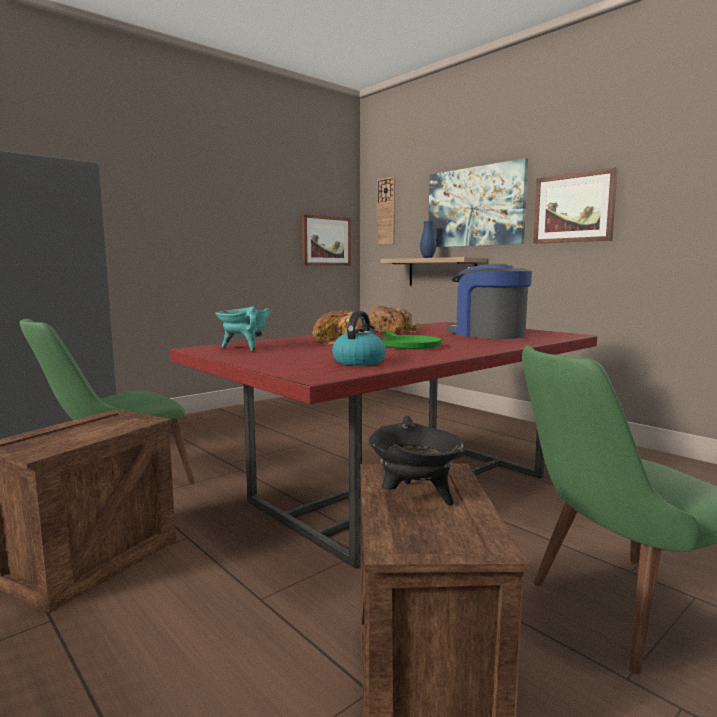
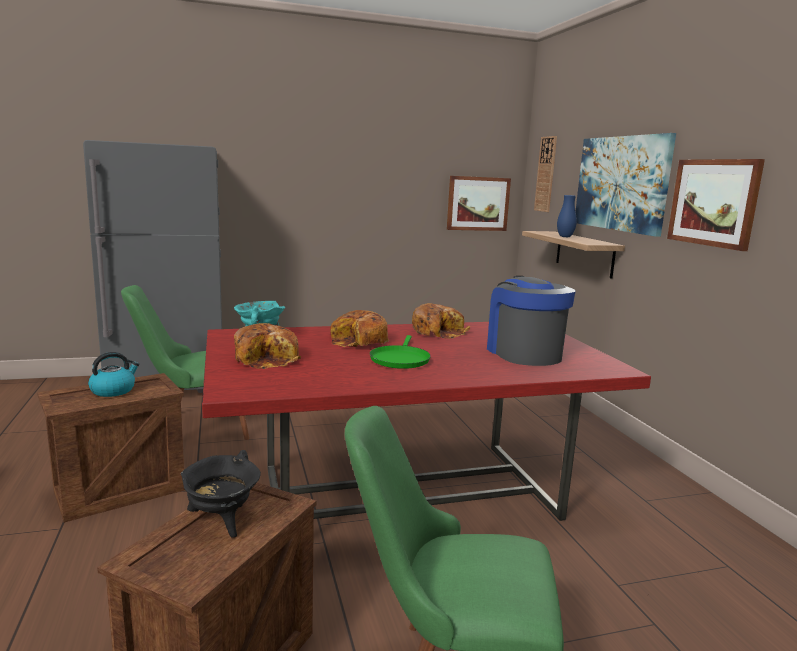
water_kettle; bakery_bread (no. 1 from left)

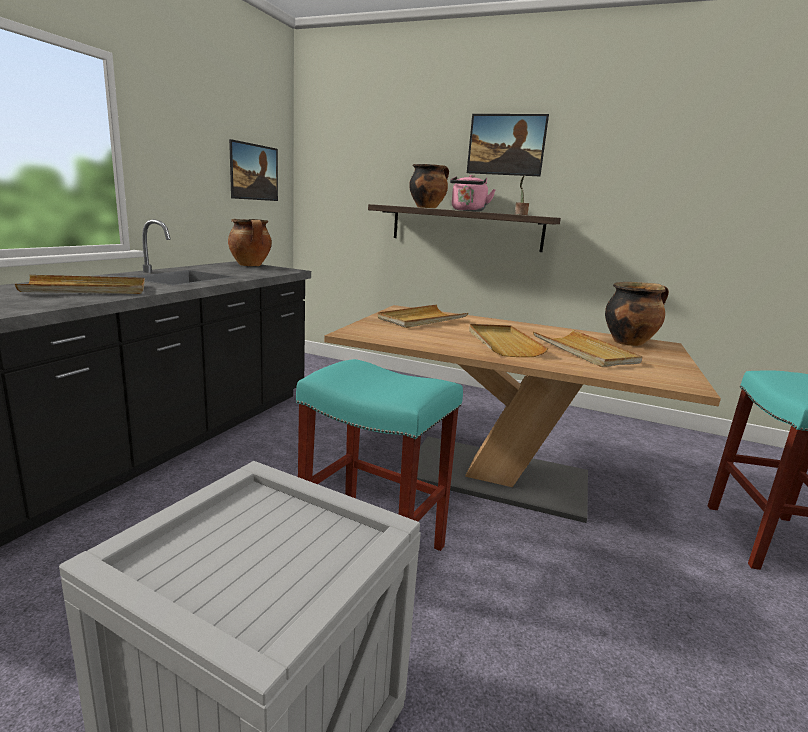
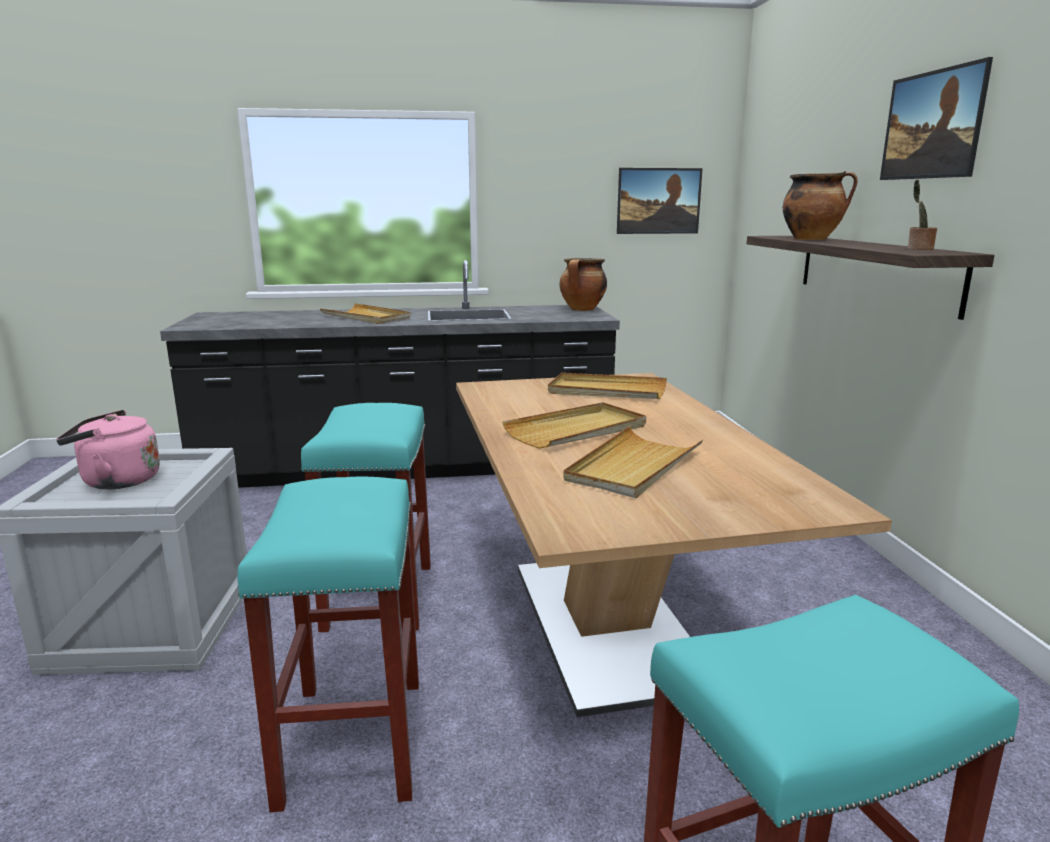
pink_water_kettle; stockpot (no. 3 from left in the first image); blue-green_stool (no. 1 from left)

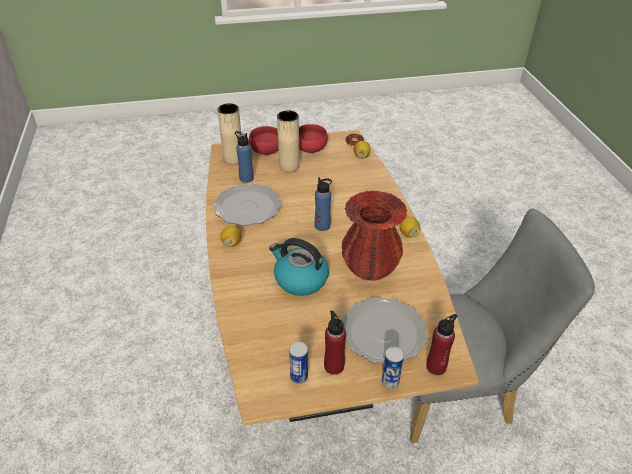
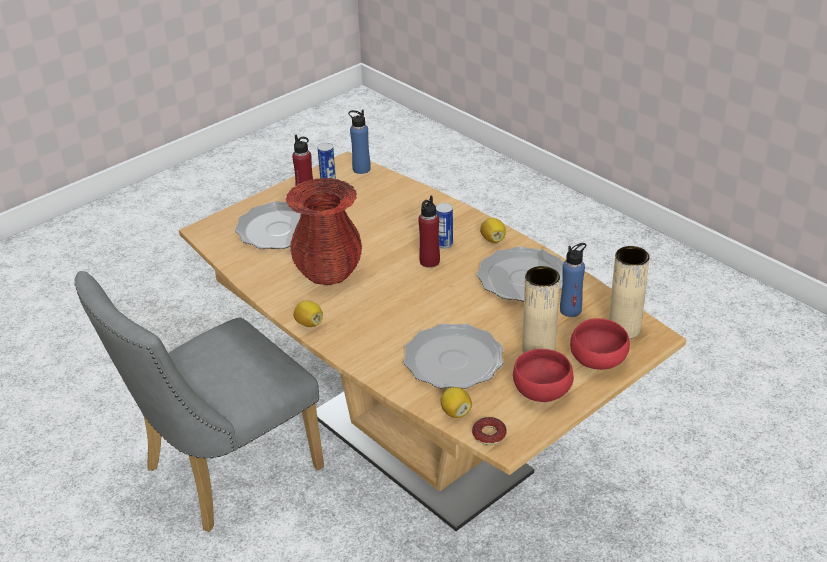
bluish_drink_bottle (no. 1 from left); water_kettle; red-coloured_drink_bottle (no. 2 from left); sealed_can (no. 2 from left); dinner_plate (no. 2 from left)

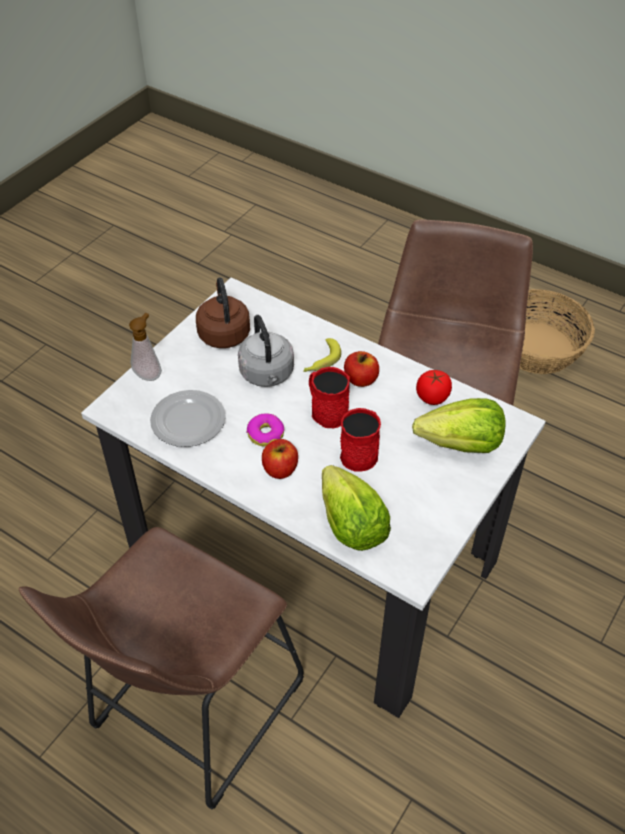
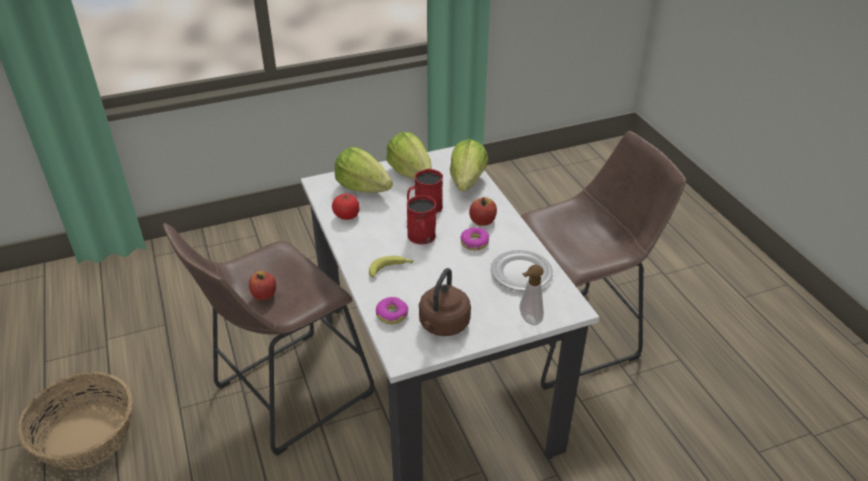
grey_water_kettle; apple (no. 1 from left); lettuce (no. 2 from left); doughnut (no. 1 from left)

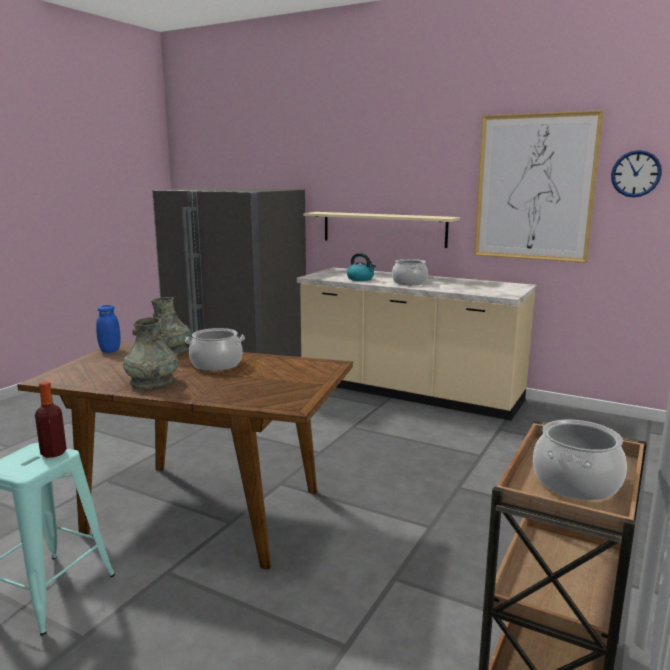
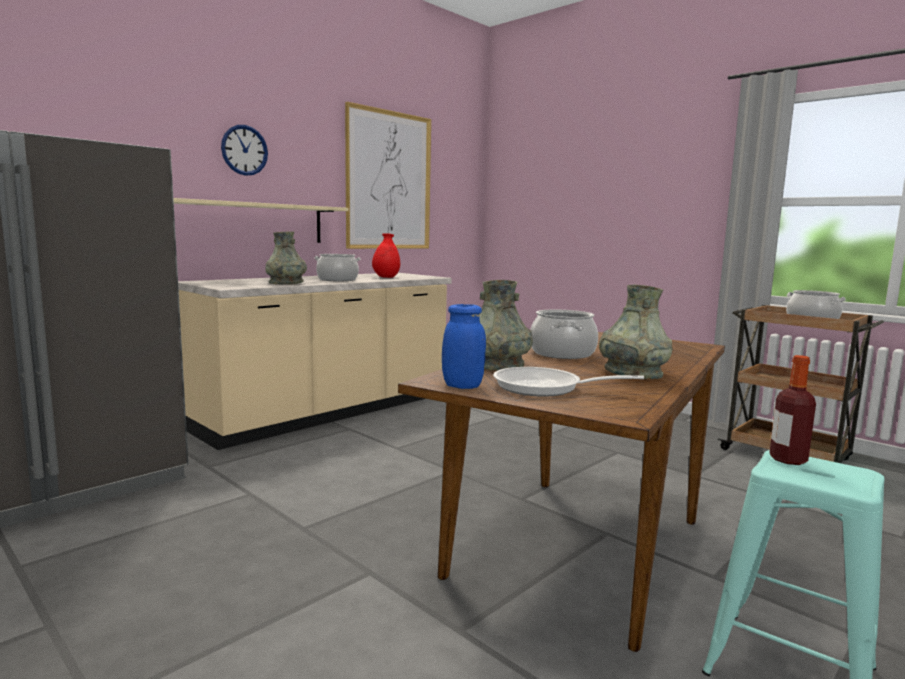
clock_on_the_wall; grey_flower_vase (no. 1 from left); red-coloured_flower_vase; frying_pan

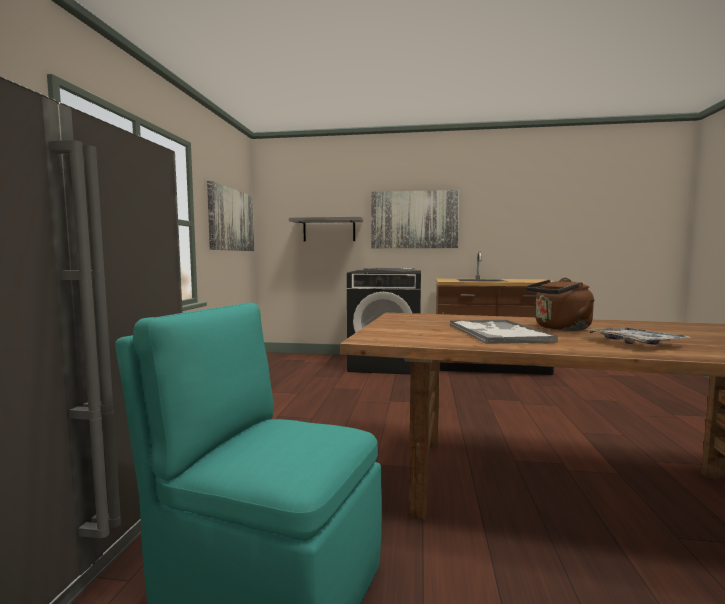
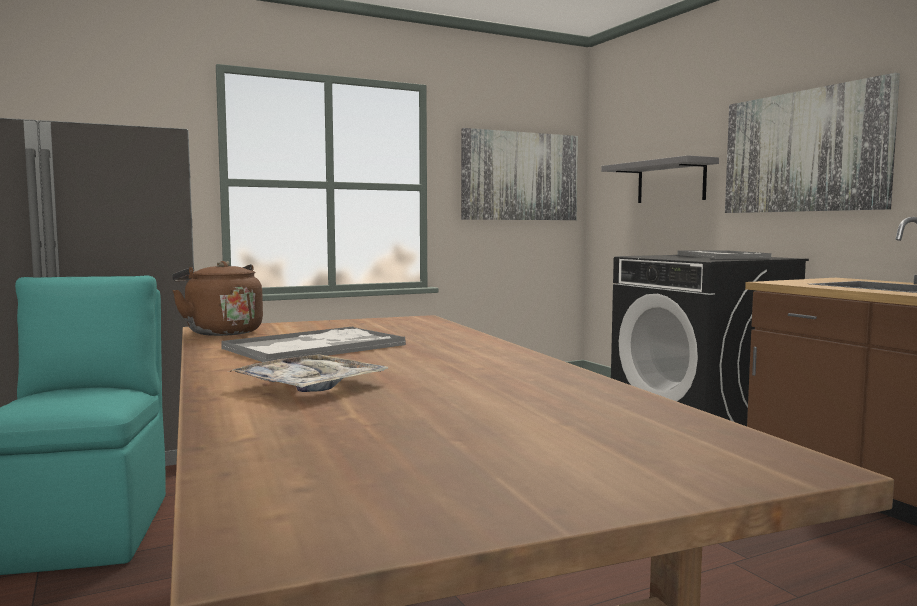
brown-coloured_water_kettle

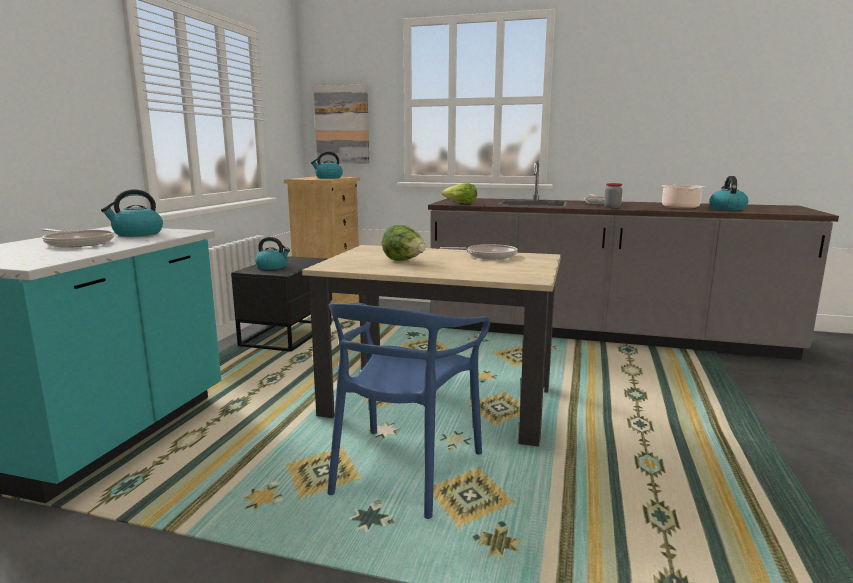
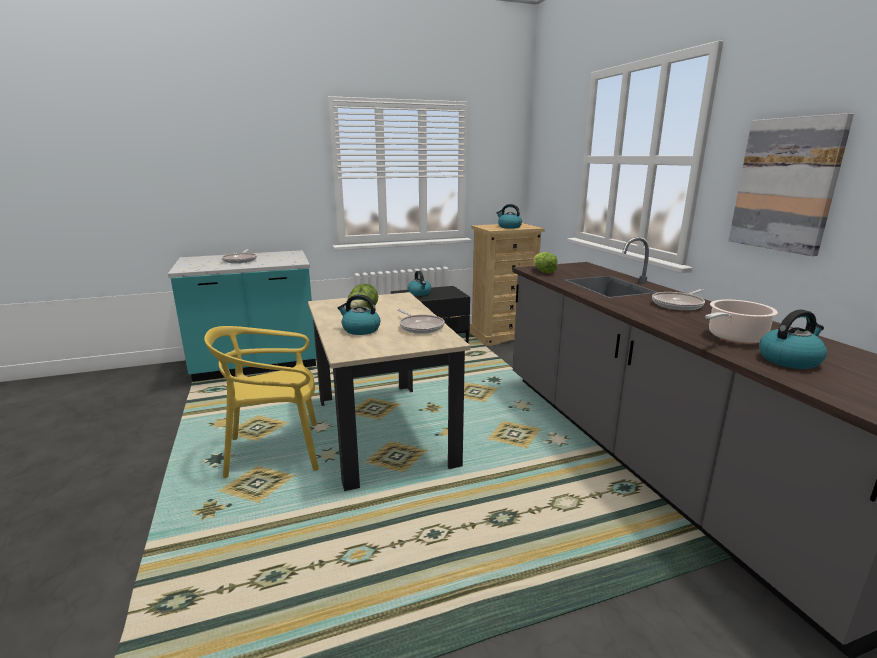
picture; storage_jar; water_kettle (no. 1 from left); yellowish_upright_chair

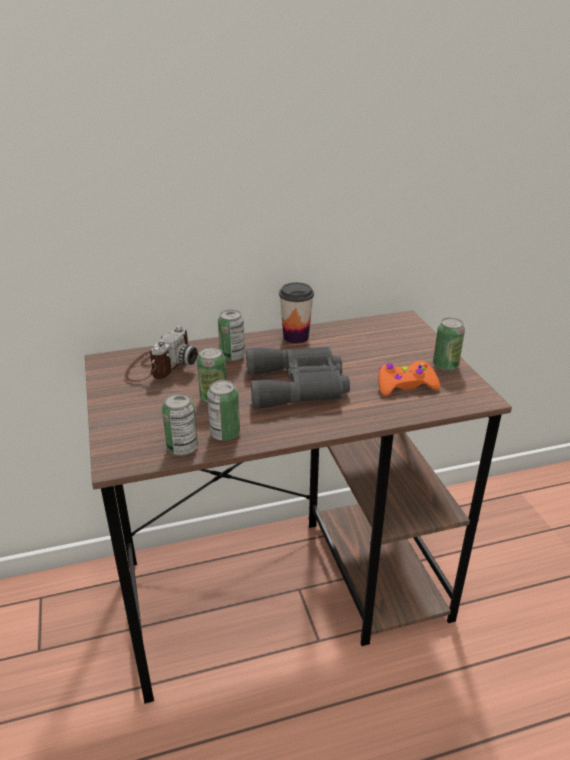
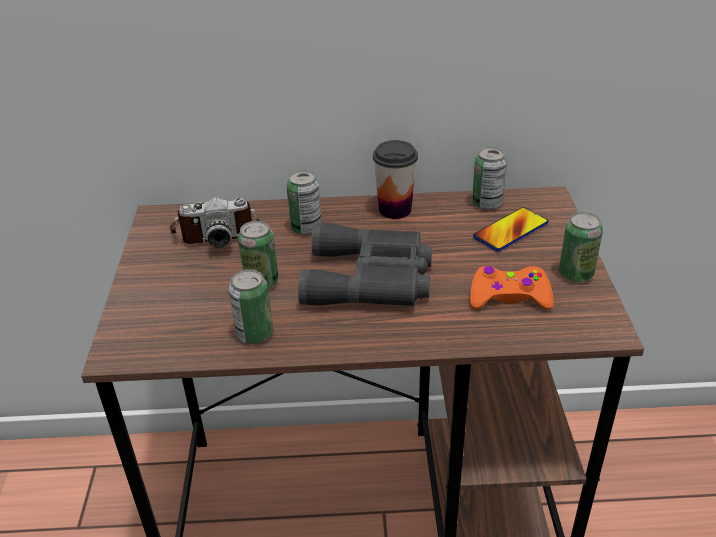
photo_camera; sealed_can (no. 4 from left); handset

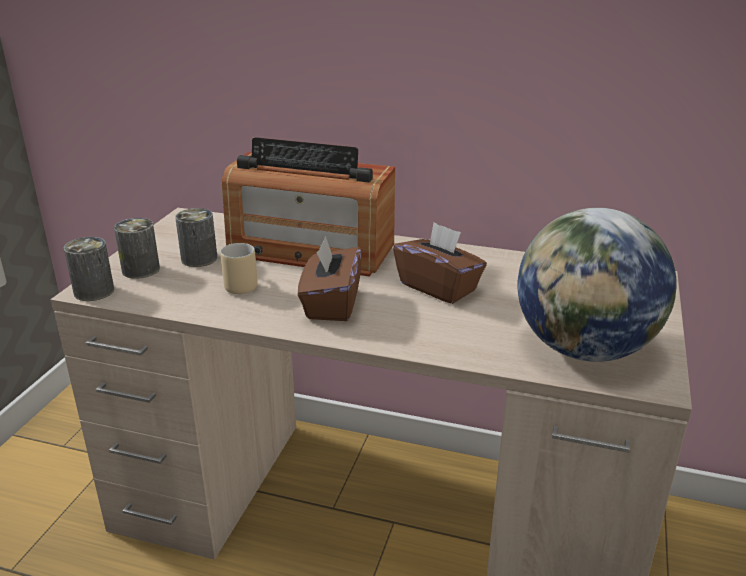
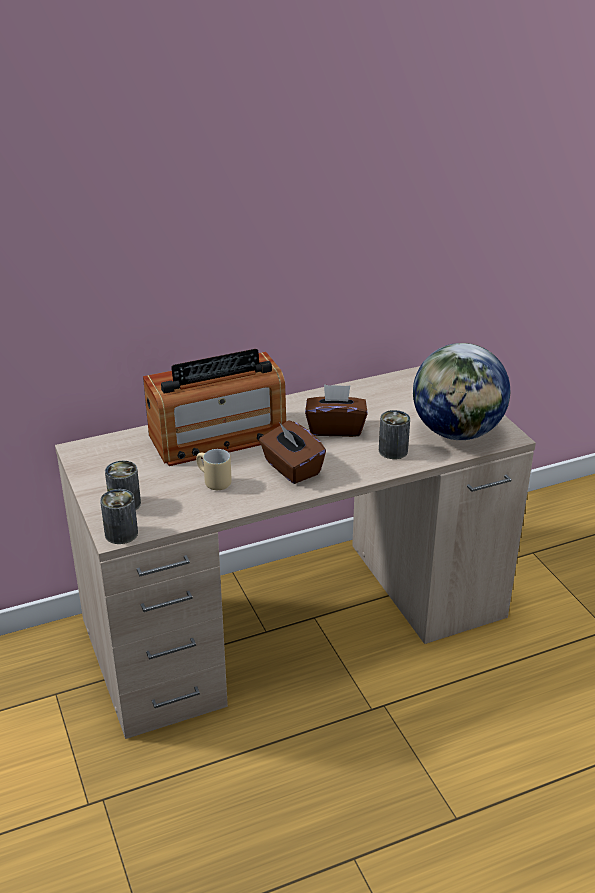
sealed_can (no. 3 from left)

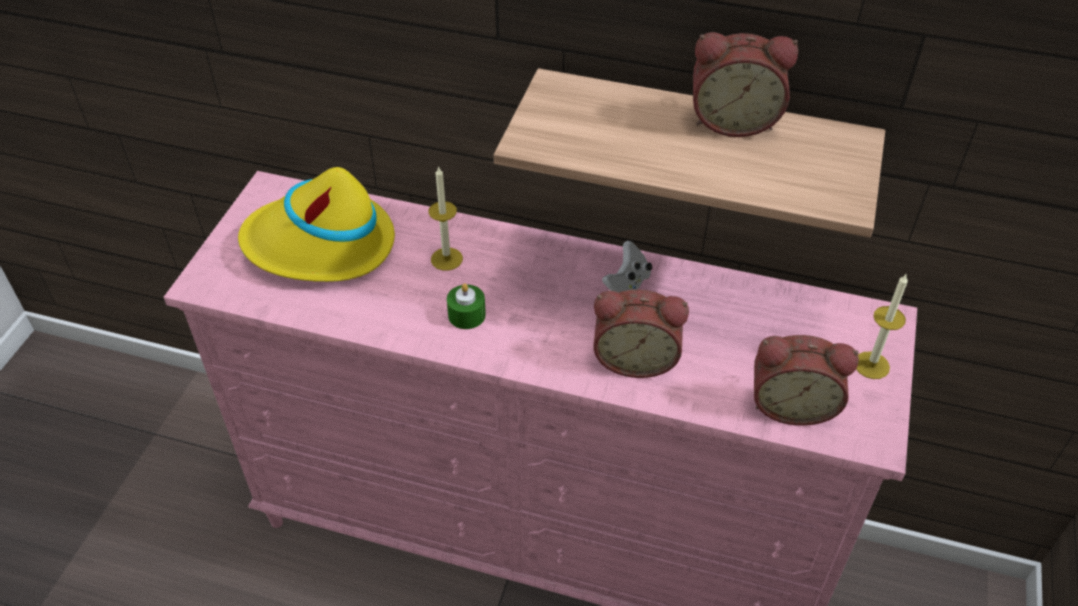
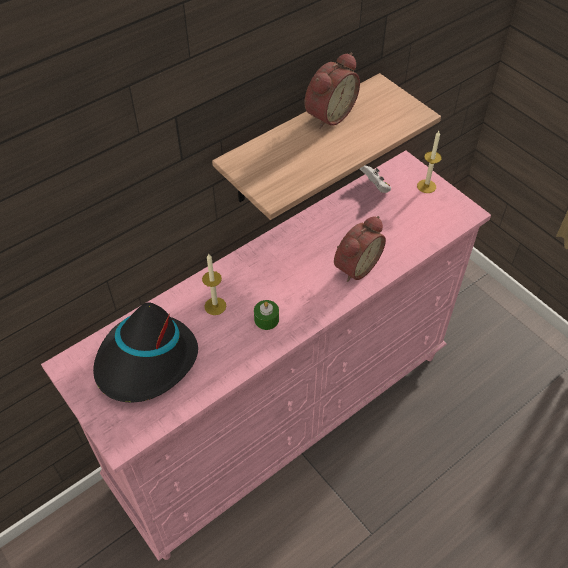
black-coloured_wearable_hat; white-coloured_gamepad; table_clock (no. 3 from left in the first image)

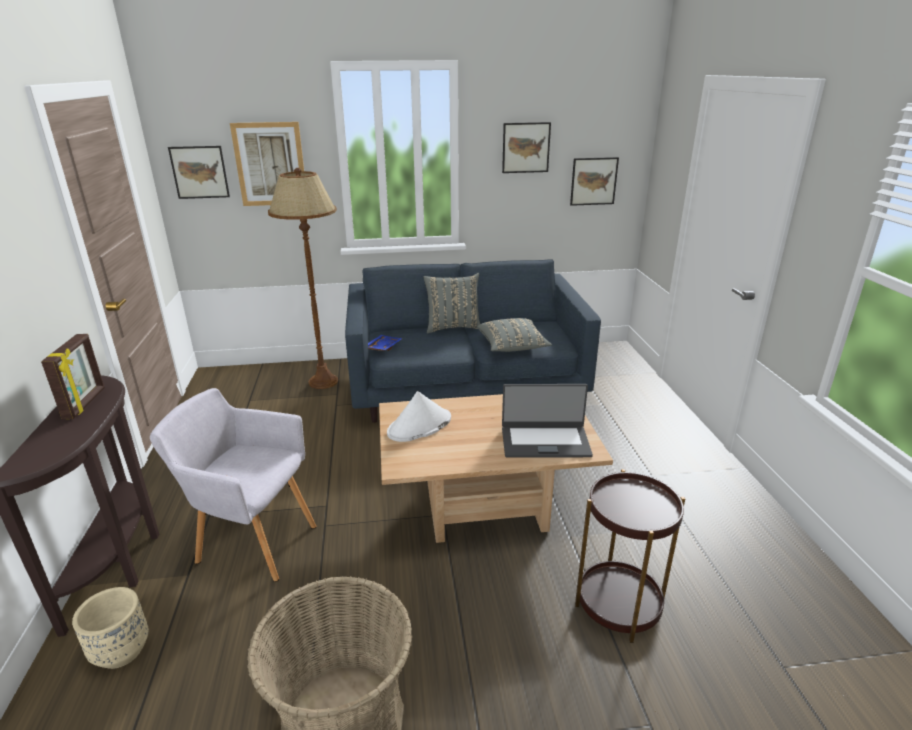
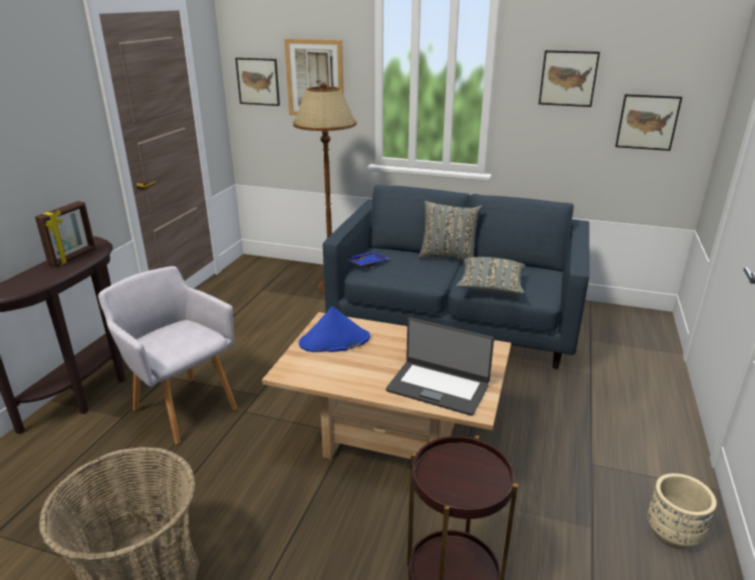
bluish_wearable_hat; beige-coloured_planter

